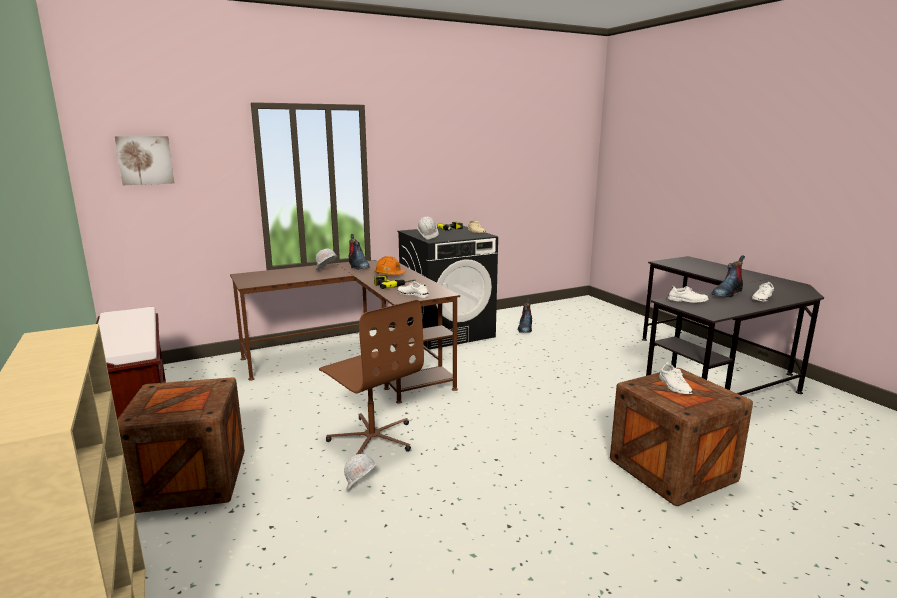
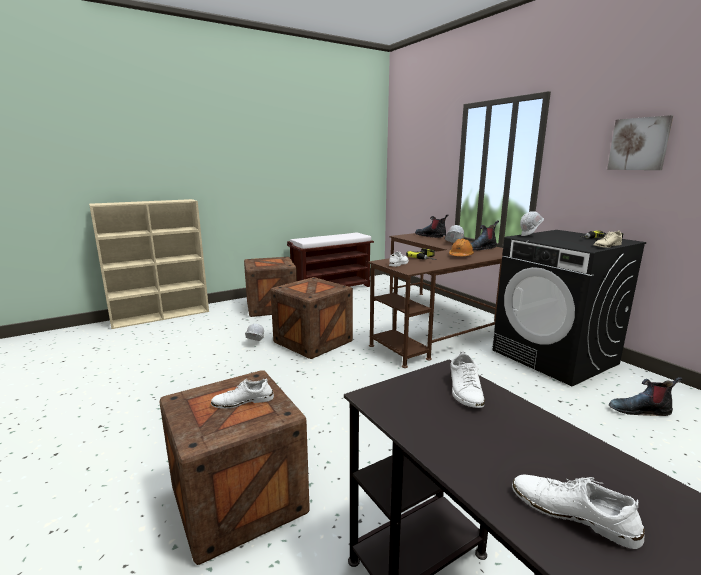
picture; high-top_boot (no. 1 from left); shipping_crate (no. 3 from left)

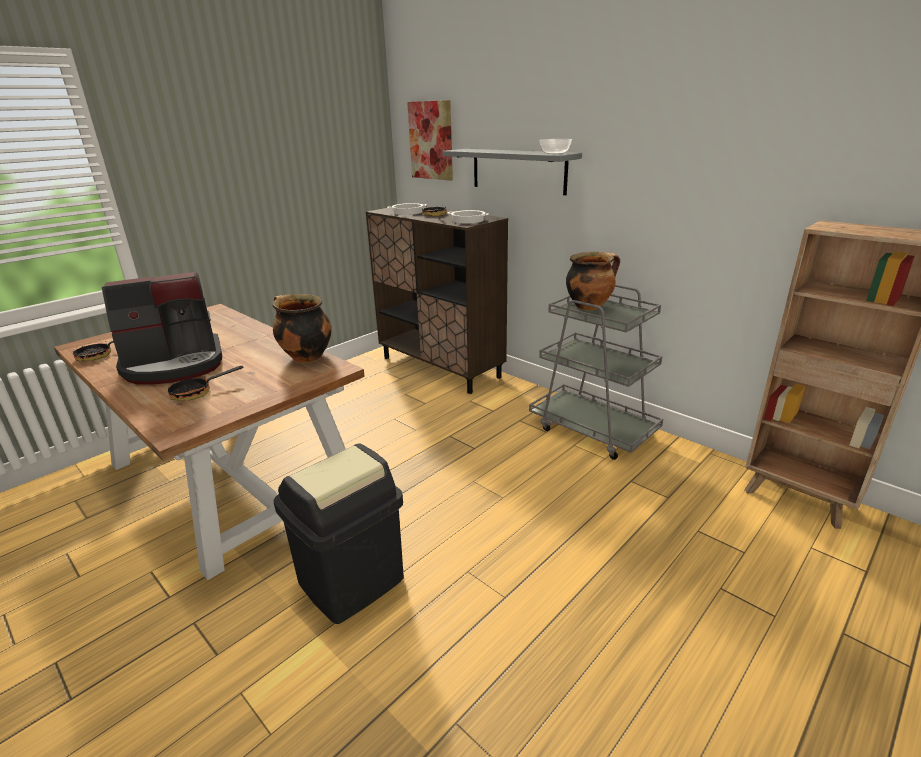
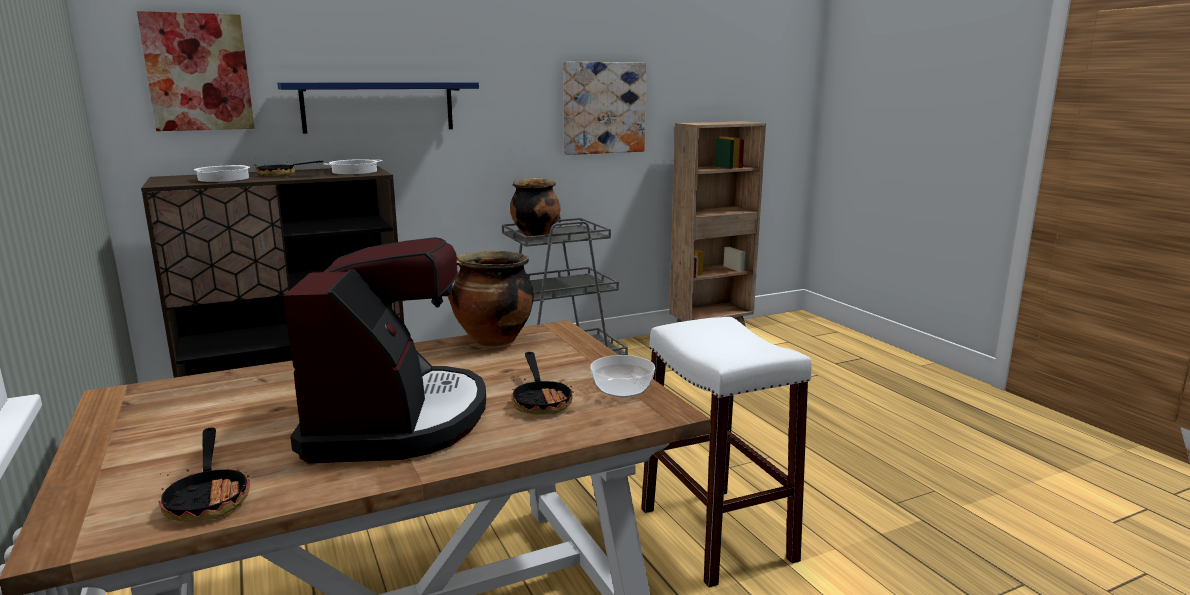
deep_dish; bluish_shelf; white-coloured_stool; picture (no. 2 from left)

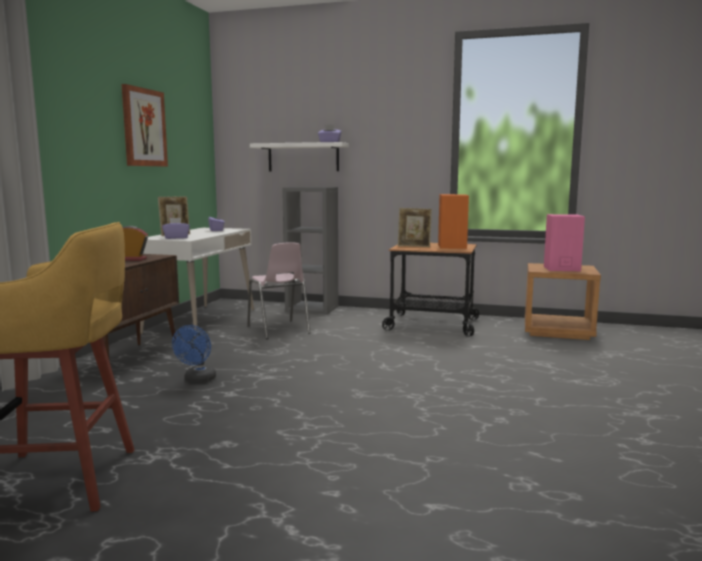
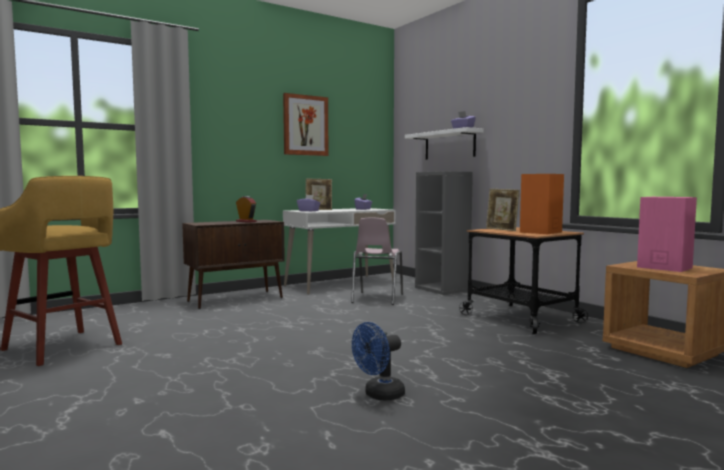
bluish_fan

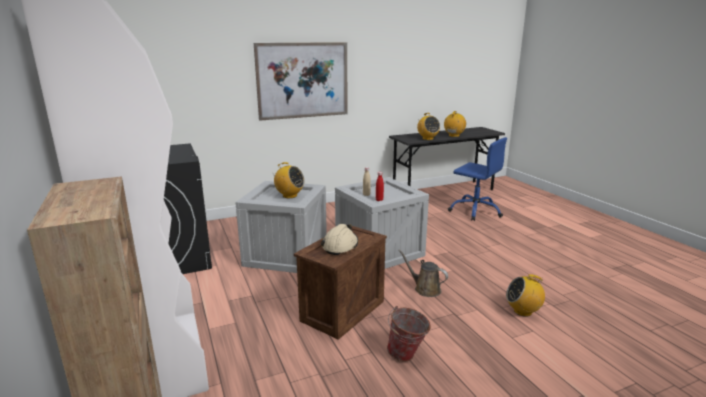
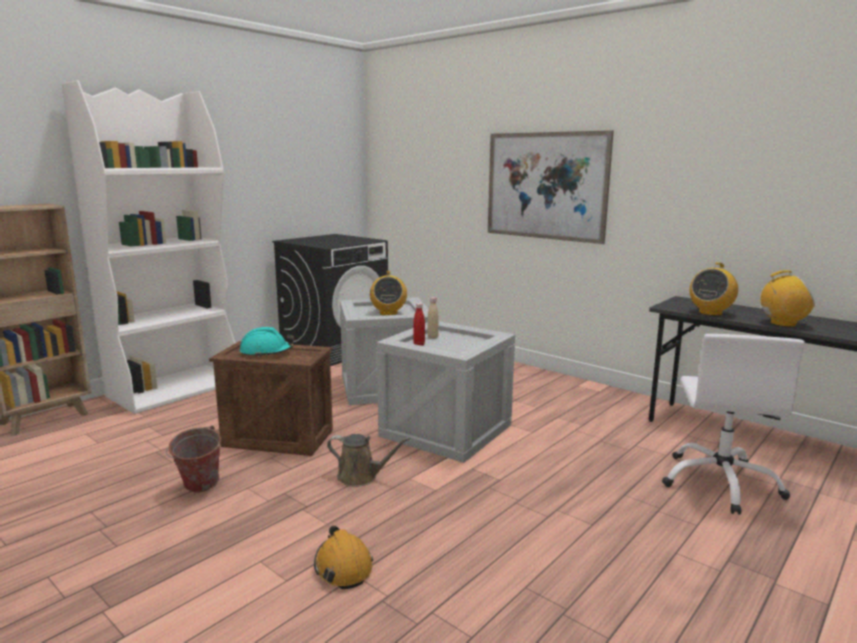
white-coloured_computer_chair; blue-green_safety_helmet; brown-coloured_watering_pot; orange_safety_helmet

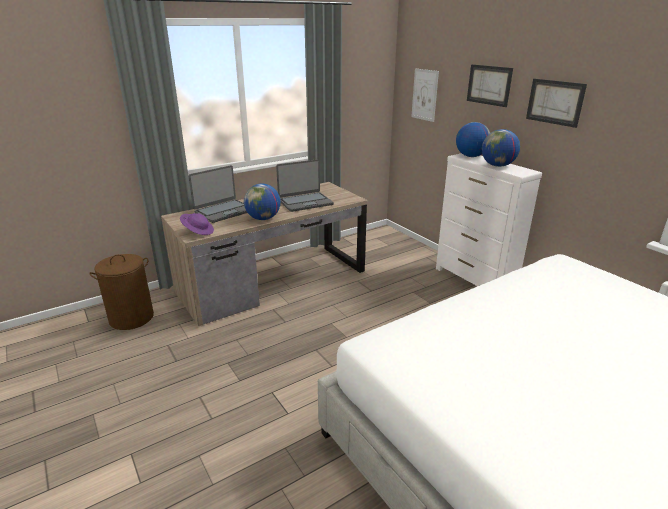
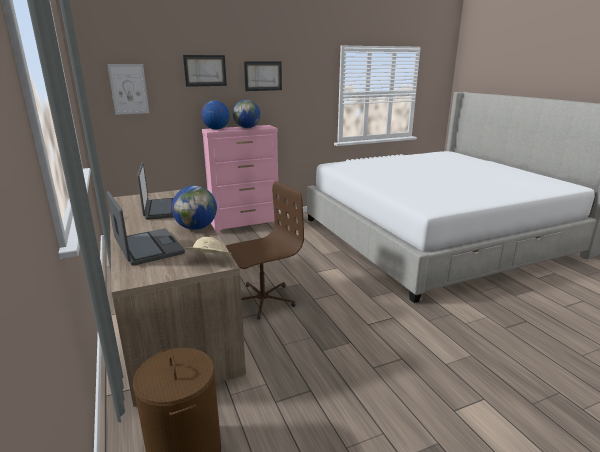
pink_drawer_chest; beige-coloured_wearable_hat; brown-coloured_computer_chair

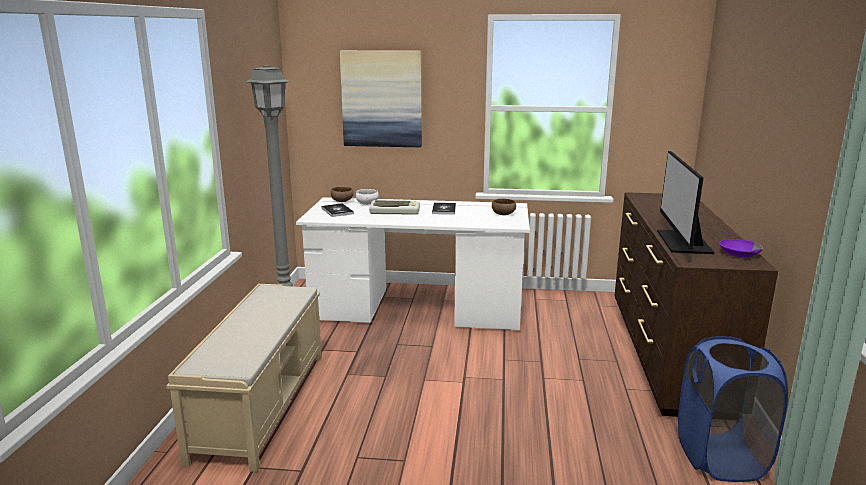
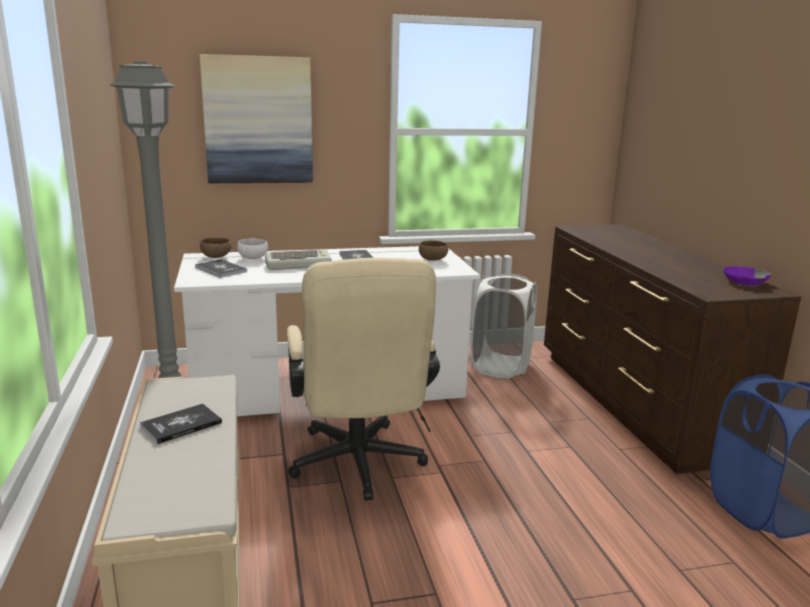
monitor; beige-coloured_computer_chair; white-coloured_hamper; book (no. 1 from left)

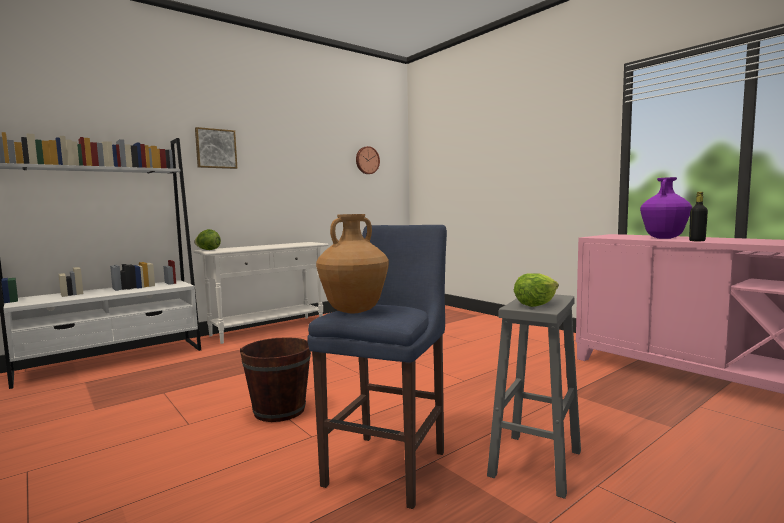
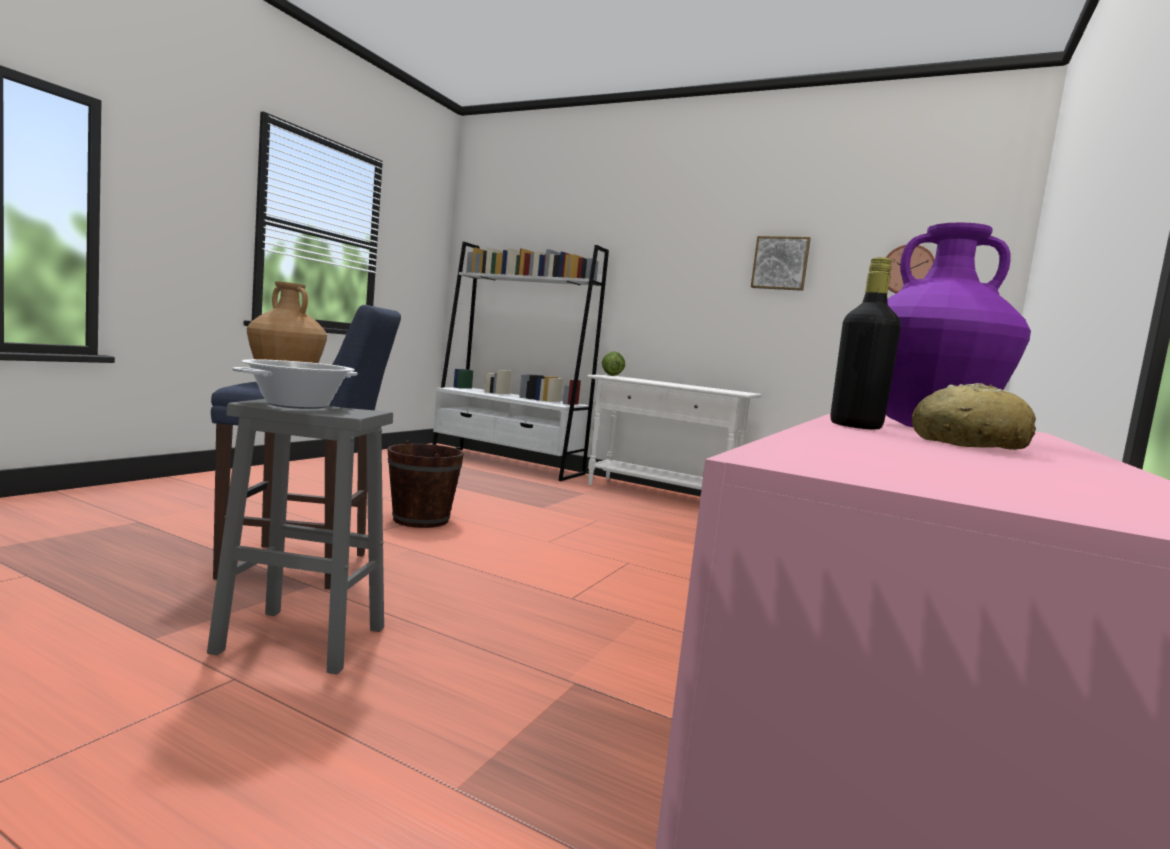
picture; stockpot; bakery_bread

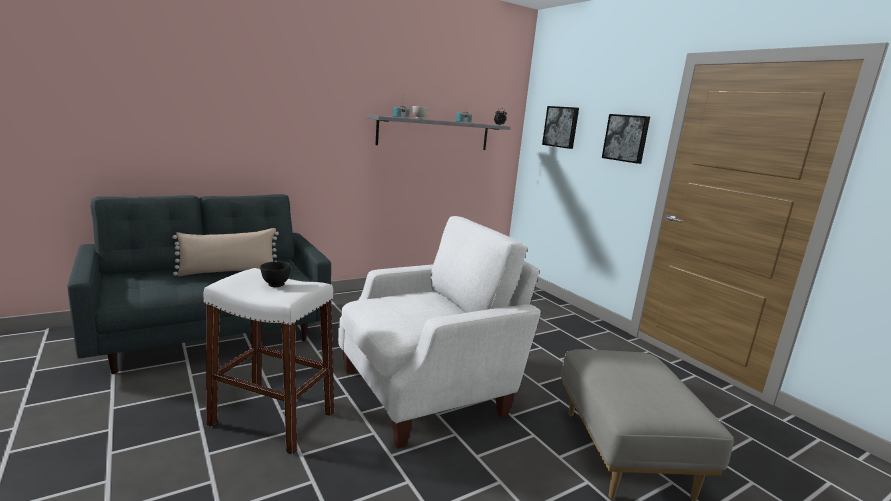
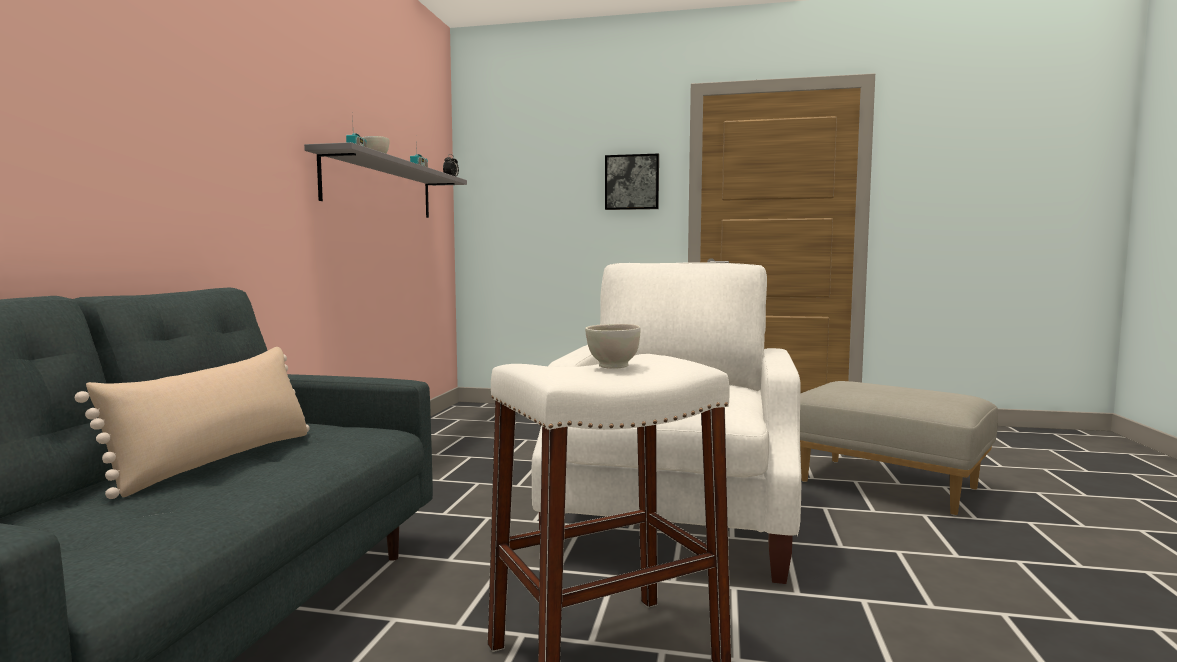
picture (no. 1 from left in the first image); white-coloured_deep_dish (no. 2 from left)

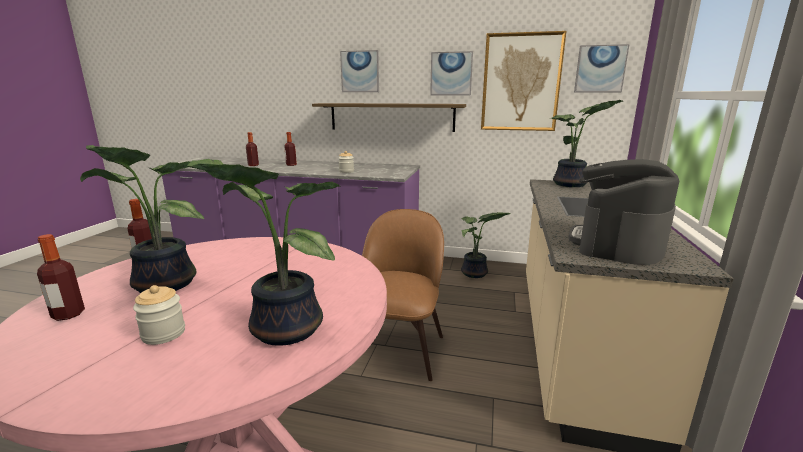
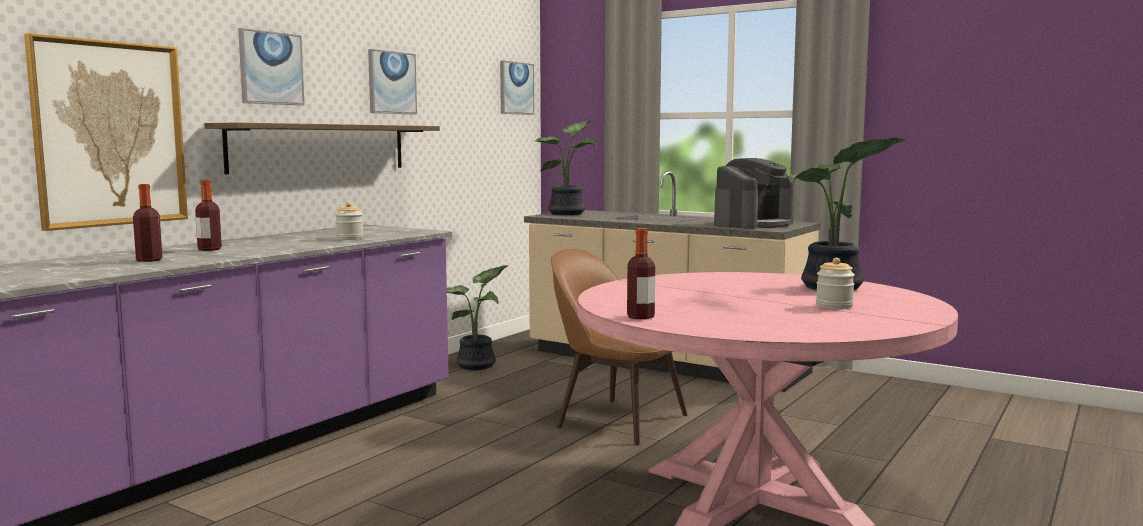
picture (no. 1 from left); potted_plant (no. 1 from left in the first image); coffee_machine; drink_bottle (no. 1 from left in the first image)

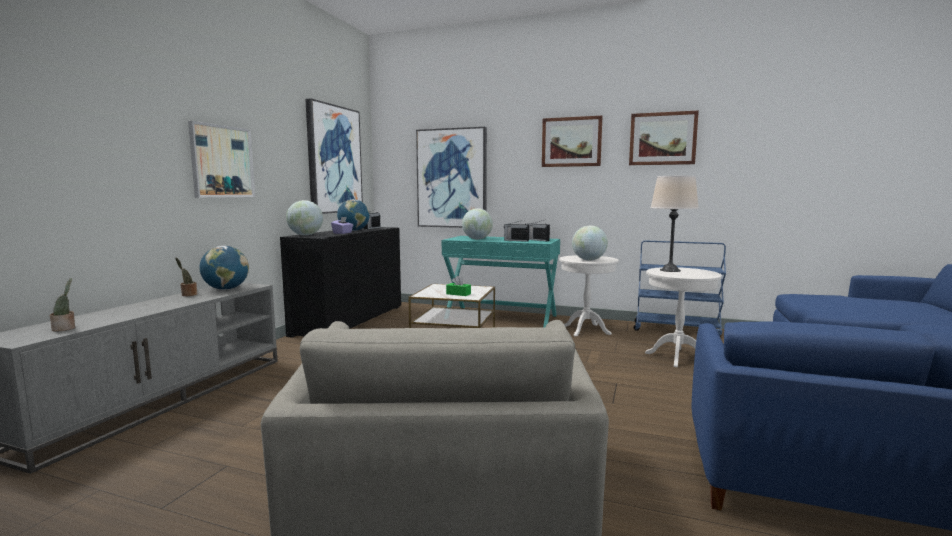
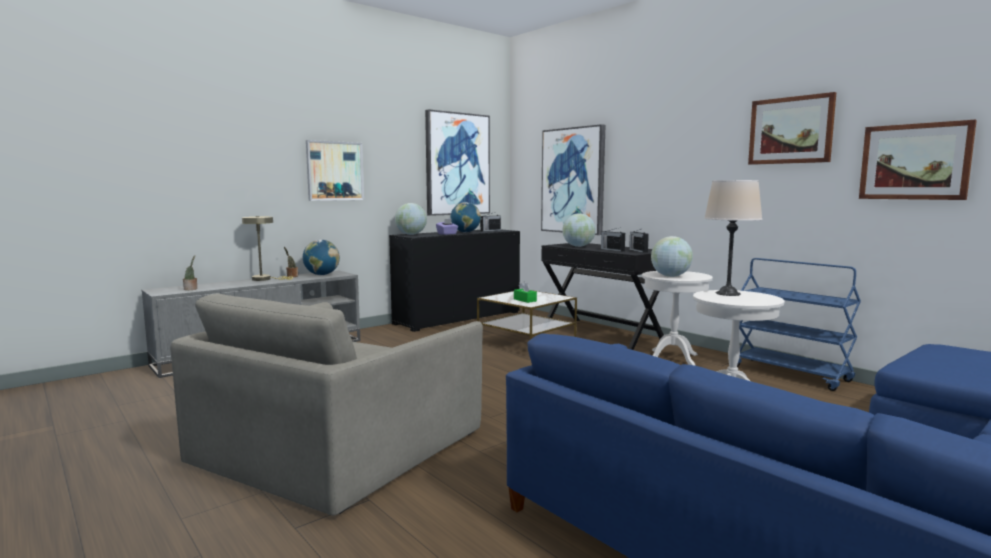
picture (no. 5 from left); black-coloured_console_table; beige-coloured_tabletop_lamp (no. 1 from left)

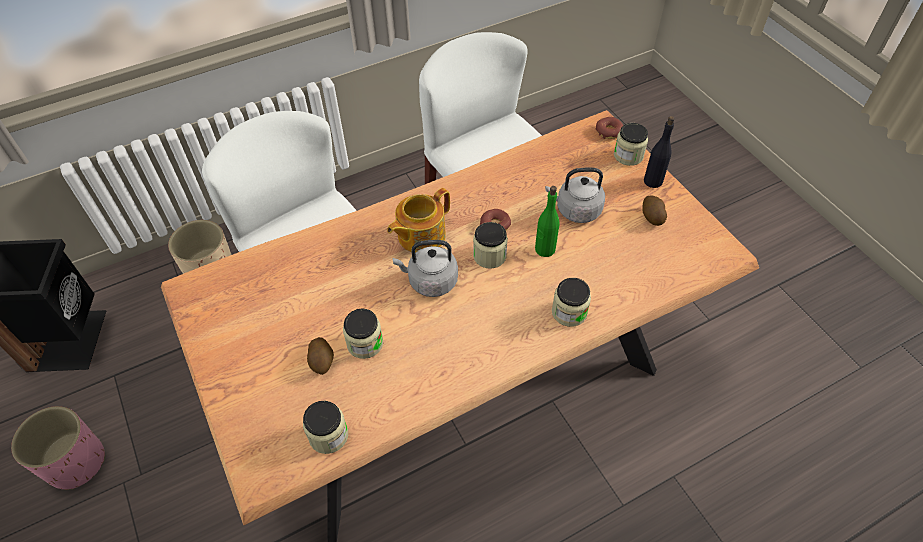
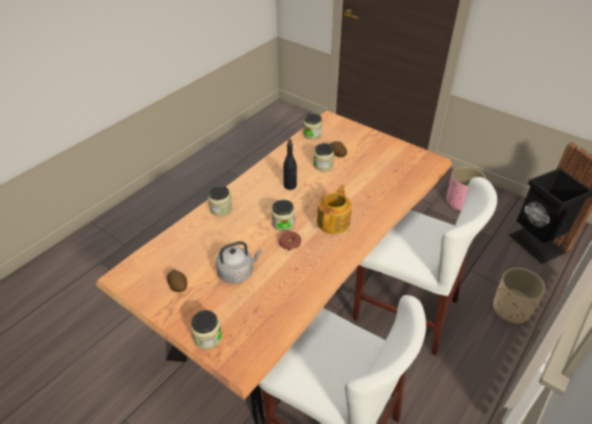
black-coloured_drink_bottle; doughnut (no. 2 from left in the first image); green-coloured_drink_bottle; grey_water_kettle (no. 1 from left in the first image)

